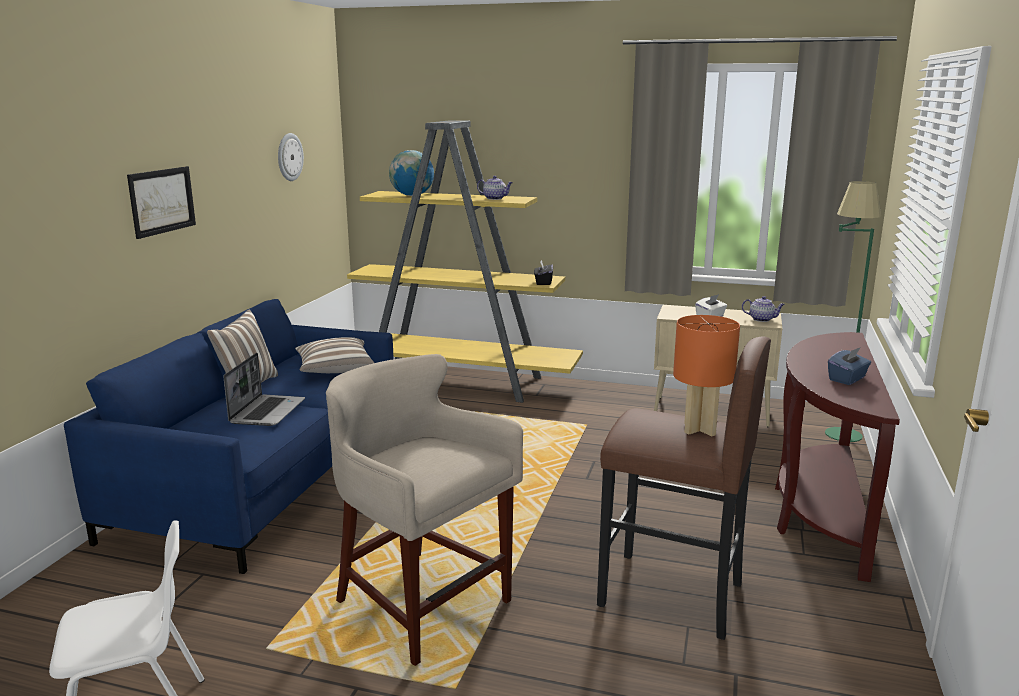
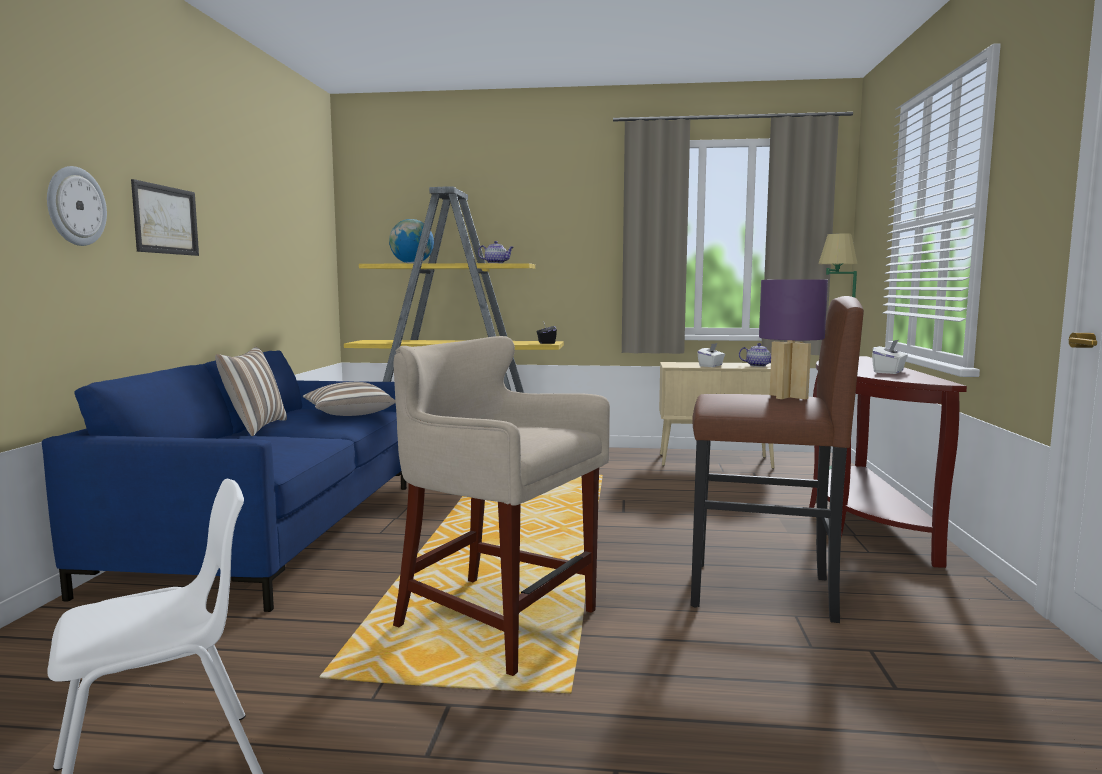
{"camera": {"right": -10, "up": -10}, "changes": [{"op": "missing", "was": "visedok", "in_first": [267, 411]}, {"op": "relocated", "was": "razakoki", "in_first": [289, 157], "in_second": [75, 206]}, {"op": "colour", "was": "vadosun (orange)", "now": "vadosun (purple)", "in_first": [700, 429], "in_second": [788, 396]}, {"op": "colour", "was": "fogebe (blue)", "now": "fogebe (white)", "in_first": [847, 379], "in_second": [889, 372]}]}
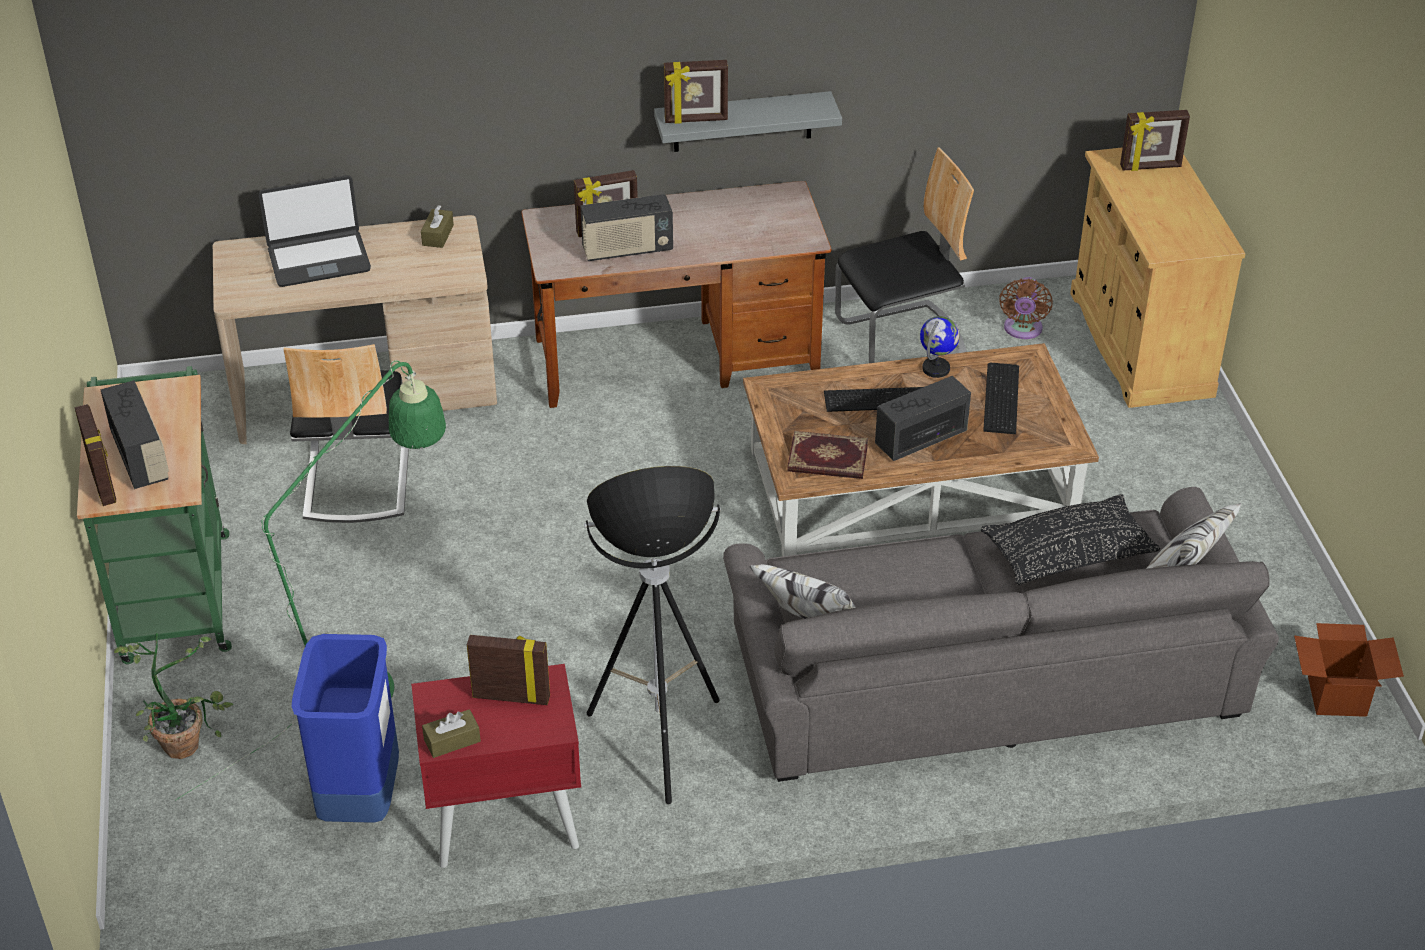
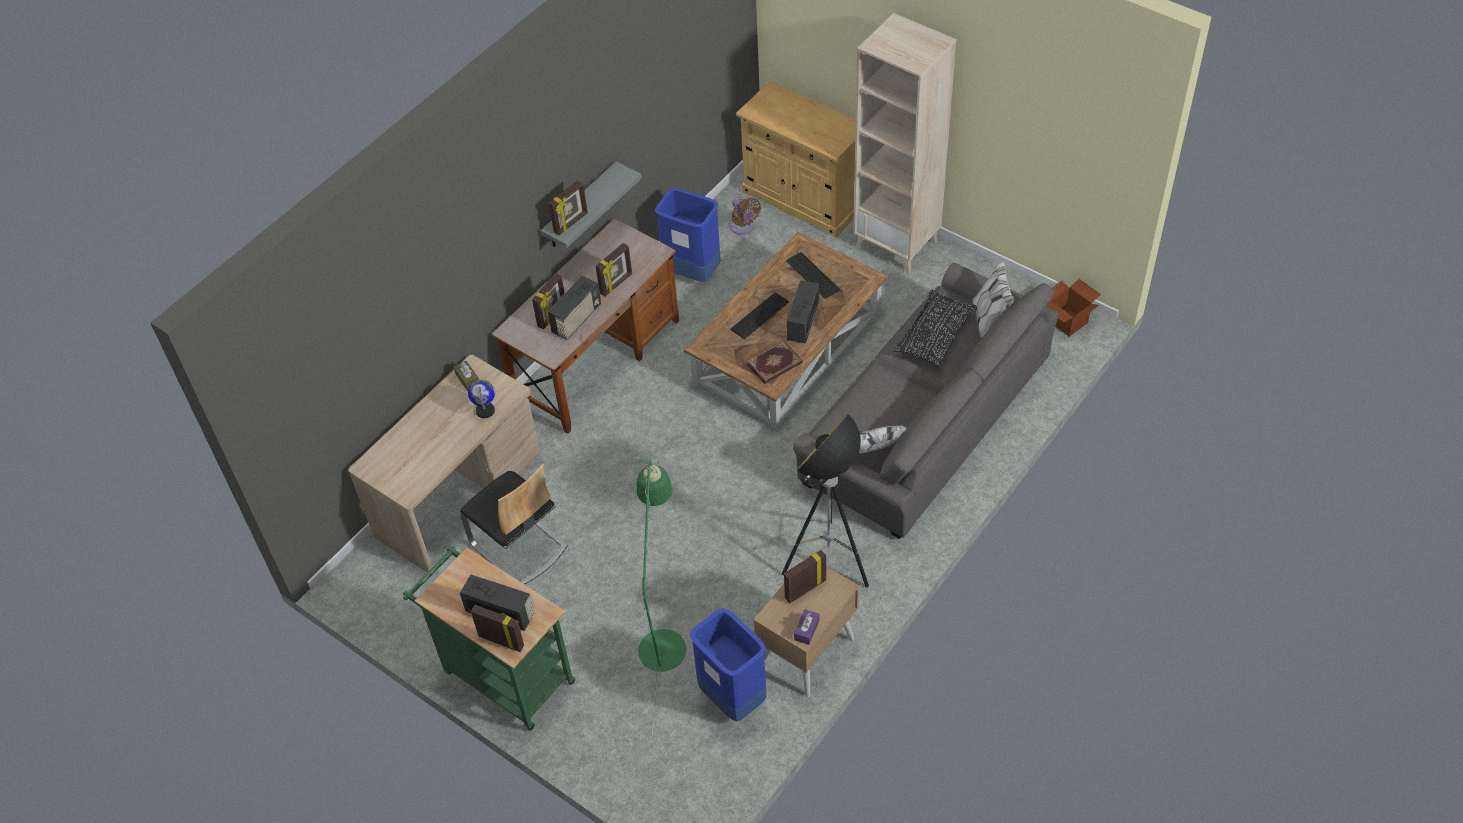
{"camera": {"right": -40, "up": 10}, "changes": [{"op": "missing", "was": "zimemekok", "in_first": [185, 738]}, {"op": "missing", "was": "visedok", "in_first": [319, 259]}, {"op": "appeared", "now": "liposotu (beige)", "in_second": [897, 244]}, {"op": "relocated", "was": "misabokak", "in_first": [936, 369], "in_second": [485, 410]}, {"op": "relocated", "was": "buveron", "in_first": [1150, 167], "in_second": [616, 284]}, {"op": "exchanged", "was": "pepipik", "now": "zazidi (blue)", "in_first": [901, 338], "in_second": [692, 272]}, {"op": "colour", "was": "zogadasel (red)", "now": "zogadasel (beige)", "in_first": [503, 819], "in_second": [806, 653]}, {"op": "colour", "was": "fogebe (brown)", "now": "fogebe (purple)", "in_first": [452, 740], "in_second": [806, 630]}]}
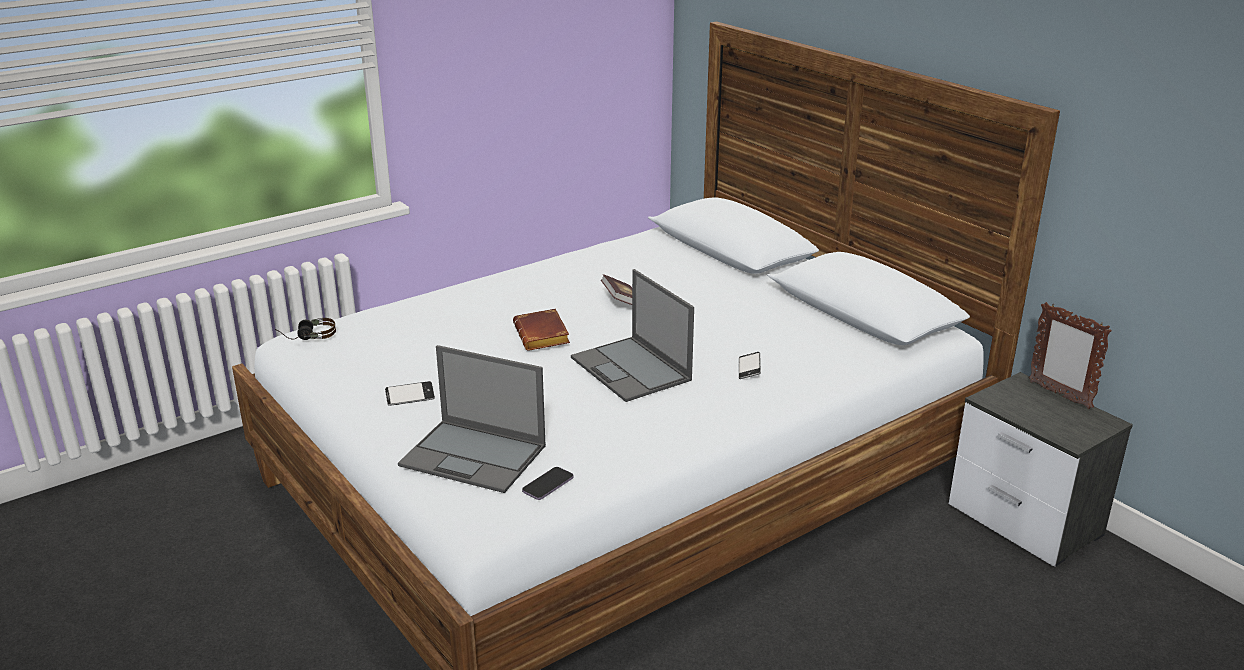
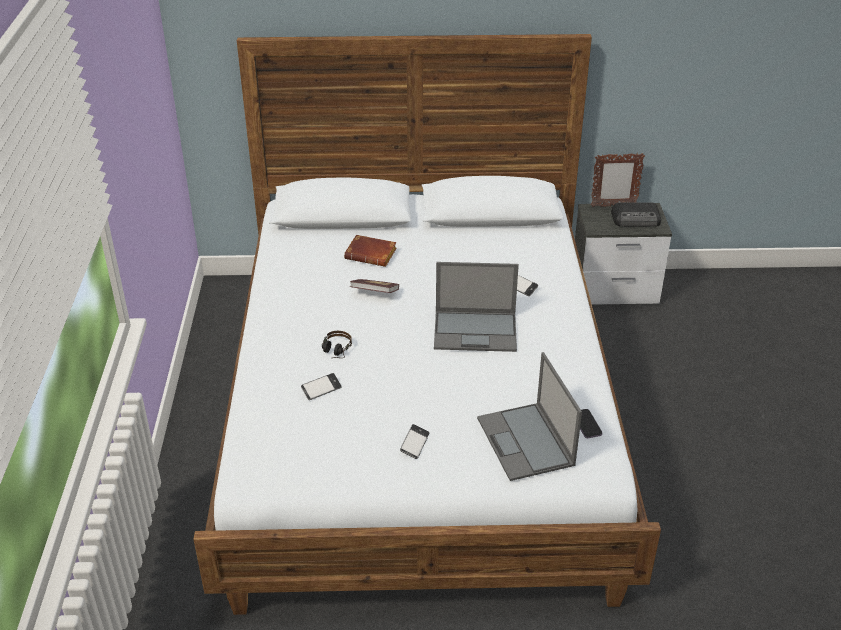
{"camera": {"right": -55, "up": 10}, "changes": [{"op": "appeared", "now": "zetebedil", "in_second": [321, 389]}, {"op": "appeared", "now": "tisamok", "in_second": [636, 219]}, {"op": "relocated", "was": "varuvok", "in_first": [307, 337], "in_second": [335, 352]}, {"op": "relocated", "was": "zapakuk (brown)", "in_first": [543, 336], "in_second": [372, 254]}, {"op": "spun", "was": "visedok", "in_first": [475, 456], "in_second": [526, 442], "clockwise": 105}]}
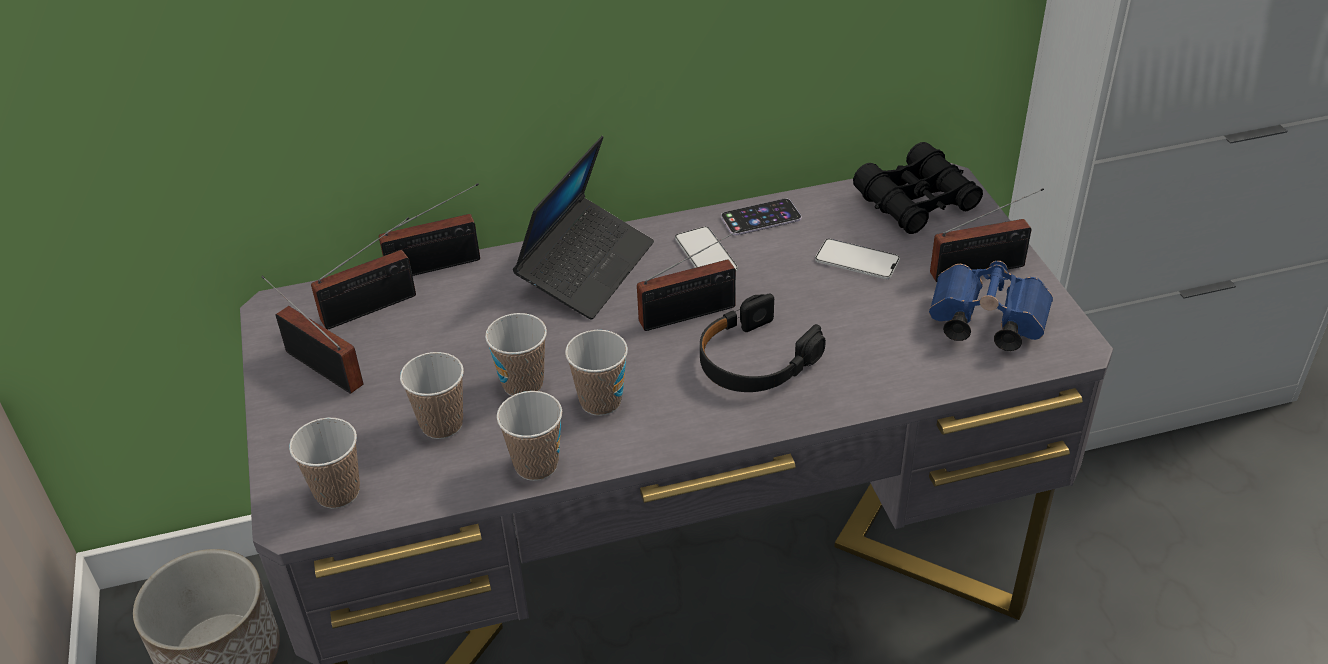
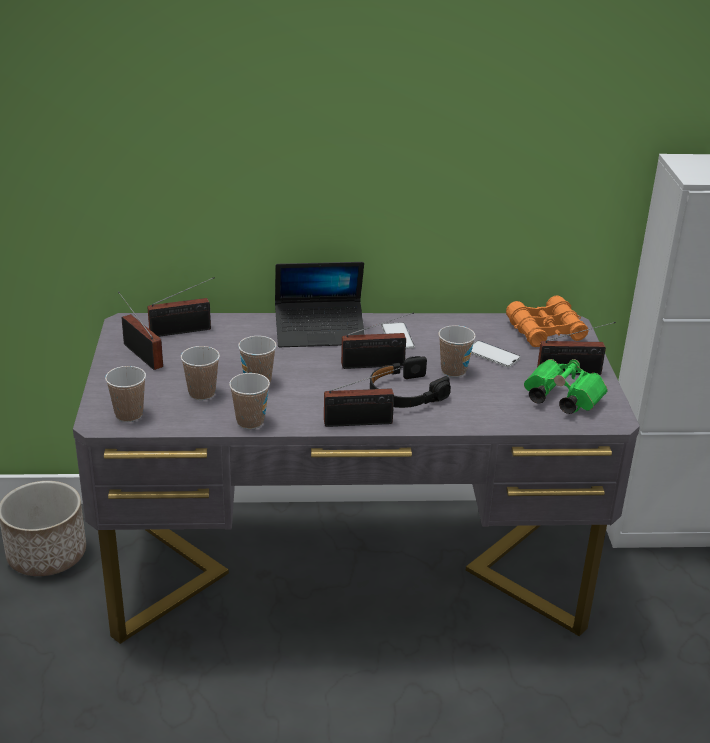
{"camera": {"right": 10, "up": -10}, "changes": [{"op": "missing", "was": "zetebedil", "in_first": [761, 217]}, {"op": "relocated", "was": "tisamok", "in_first": [439, 265], "in_second": [362, 422]}, {"op": "relocated", "was": "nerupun", "in_first": [600, 401], "in_second": [453, 371]}, {"op": "colour", "was": "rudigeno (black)", "now": "rudigeno (orange)", "in_first": [916, 201], "in_second": [545, 331]}, {"op": "colour", "was": "rudigeno (blue)", "now": "rudigeno (green)", "in_first": [983, 323], "in_second": [559, 399]}, {"op": "spun", "was": "visedok", "in_first": [586, 268], "in_second": [320, 332], "clockwise": 45}]}
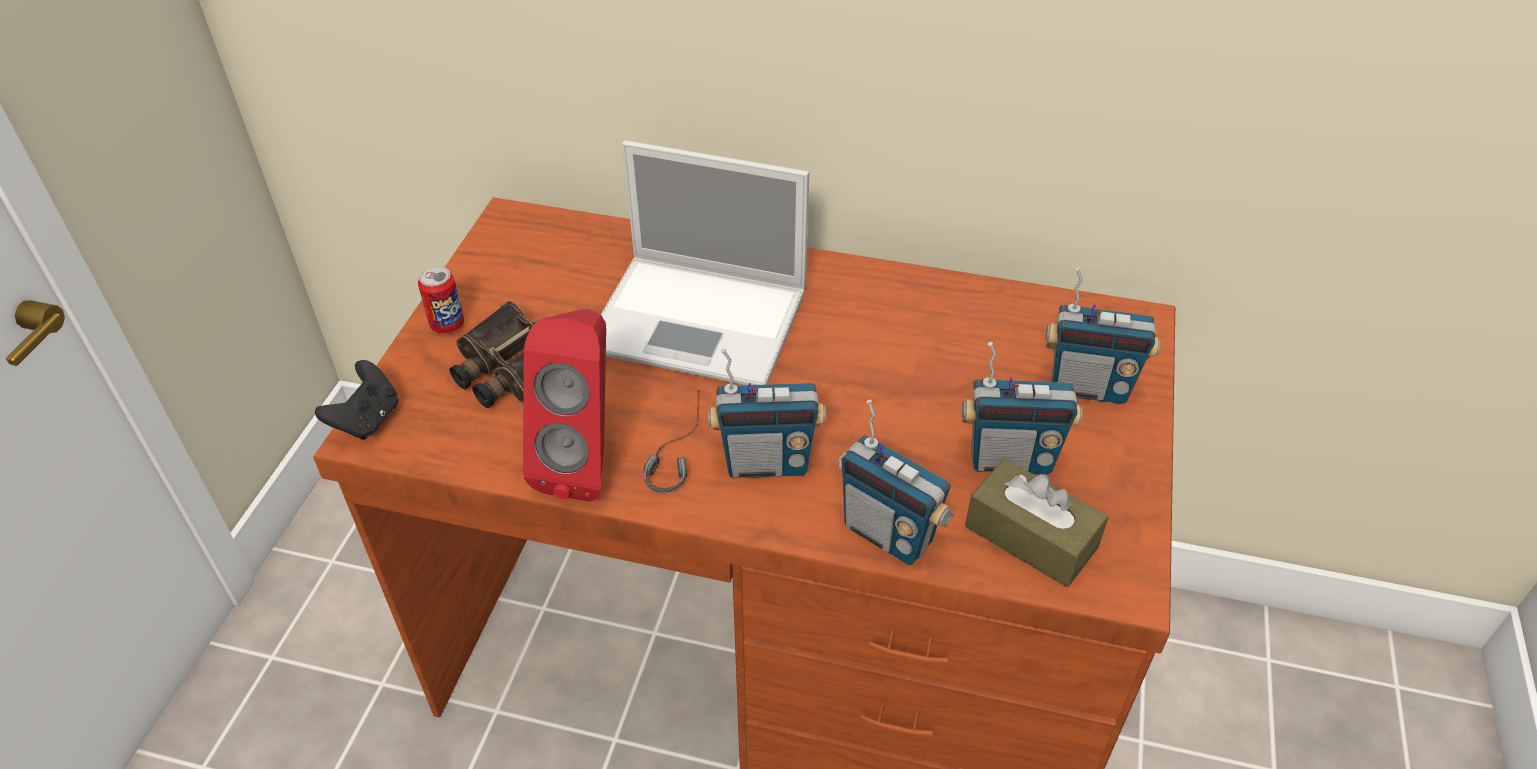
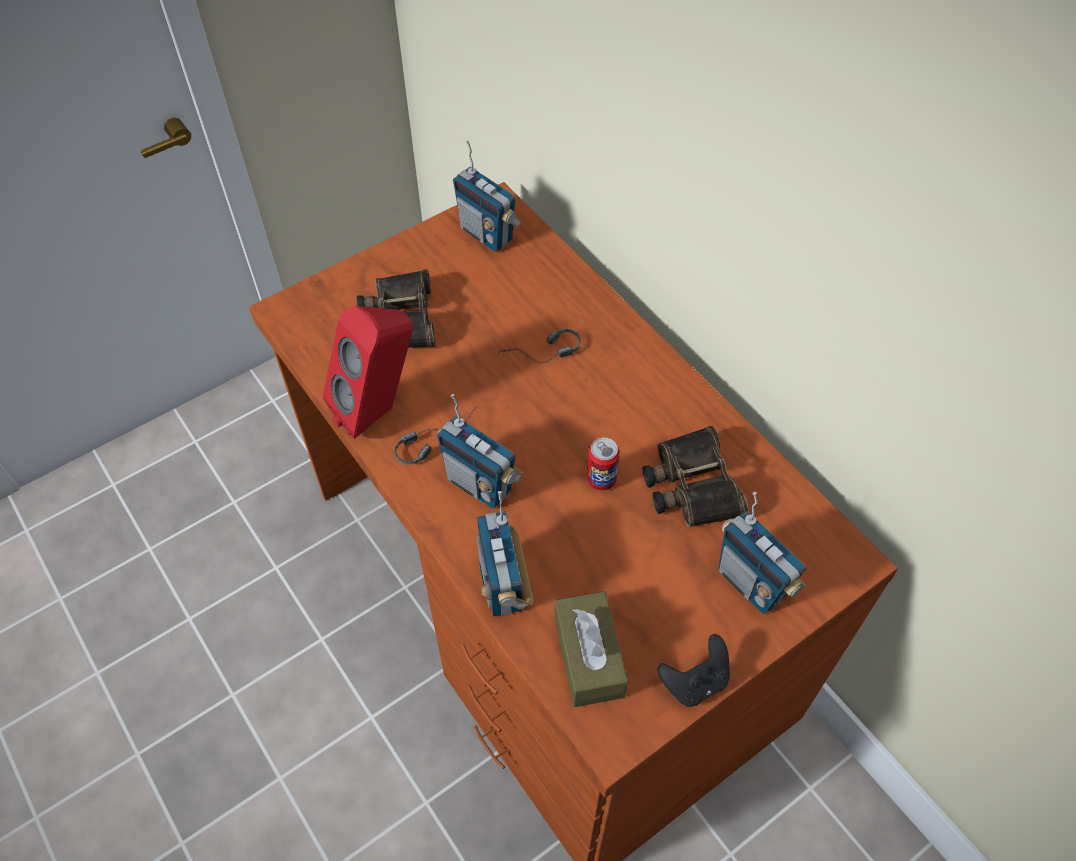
{"camera": {"right": 40, "up": 10}, "changes": [{"op": "appeared", "now": "rudigeno", "in_second": [690, 485]}, {"op": "relocated", "was": "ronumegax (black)", "in_first": [367, 420], "in_second": [694, 681]}, {"op": "relocated", "was": "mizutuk", "in_first": [447, 325], "in_second": [601, 479]}, {"op": "relocated", "was": "tisamok", "in_first": [1010, 459], "in_second": [487, 234]}, {"op": "exchanged", "was": "visedok", "now": "varuvok", "in_first": [702, 321], "in_second": [541, 356]}]}
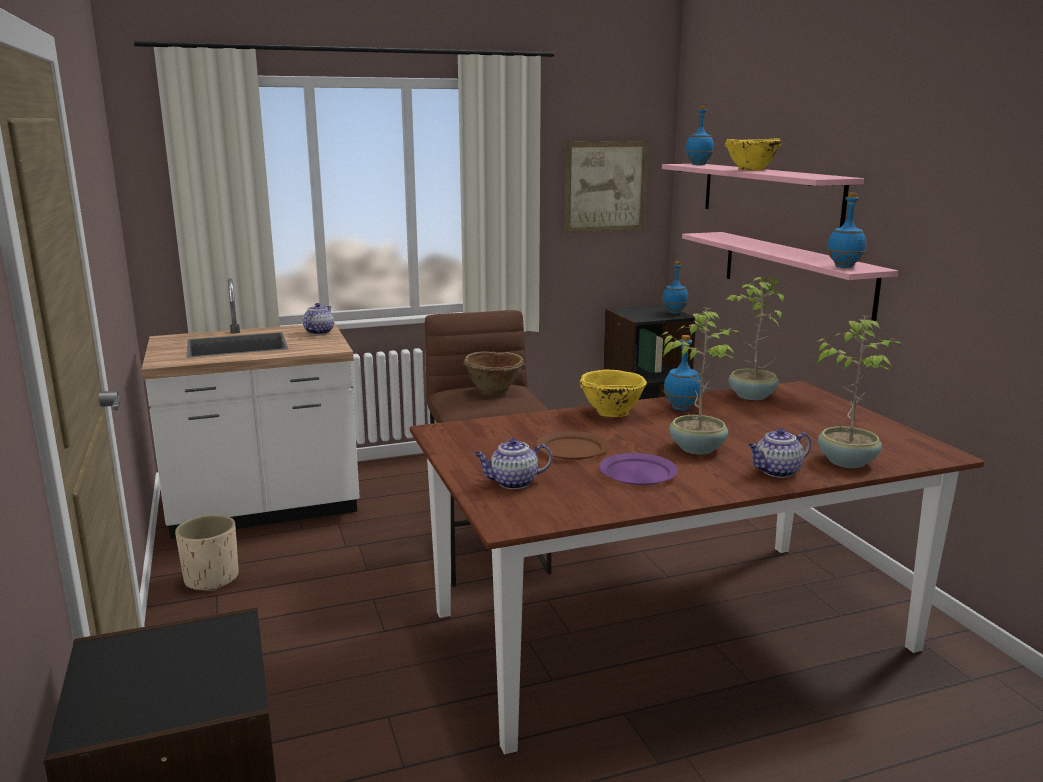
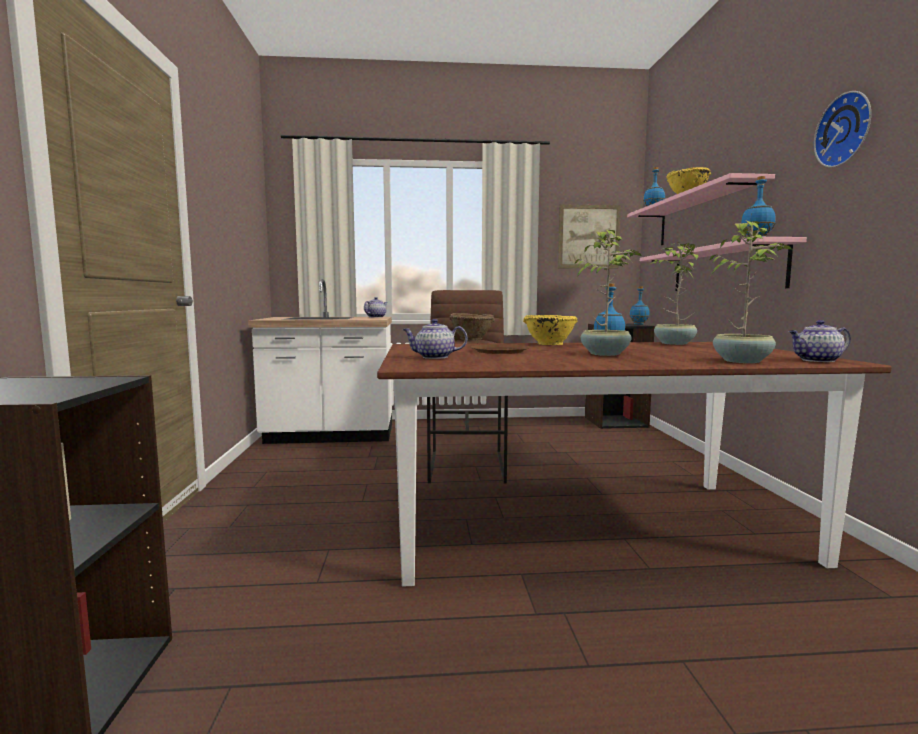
{"camera": {"right": 15, "up": -10}, "changes": [{"op": "missing", "was": "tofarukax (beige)", "in_first": [211, 579]}, {"op": "missing", "was": "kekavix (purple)", "in_first": [637, 473]}, {"op": "appeared", "now": "razakoki", "in_second": [846, 130]}, {"op": "relocated", "was": "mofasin", "in_first": [776, 472], "in_second": [817, 360]}]}
